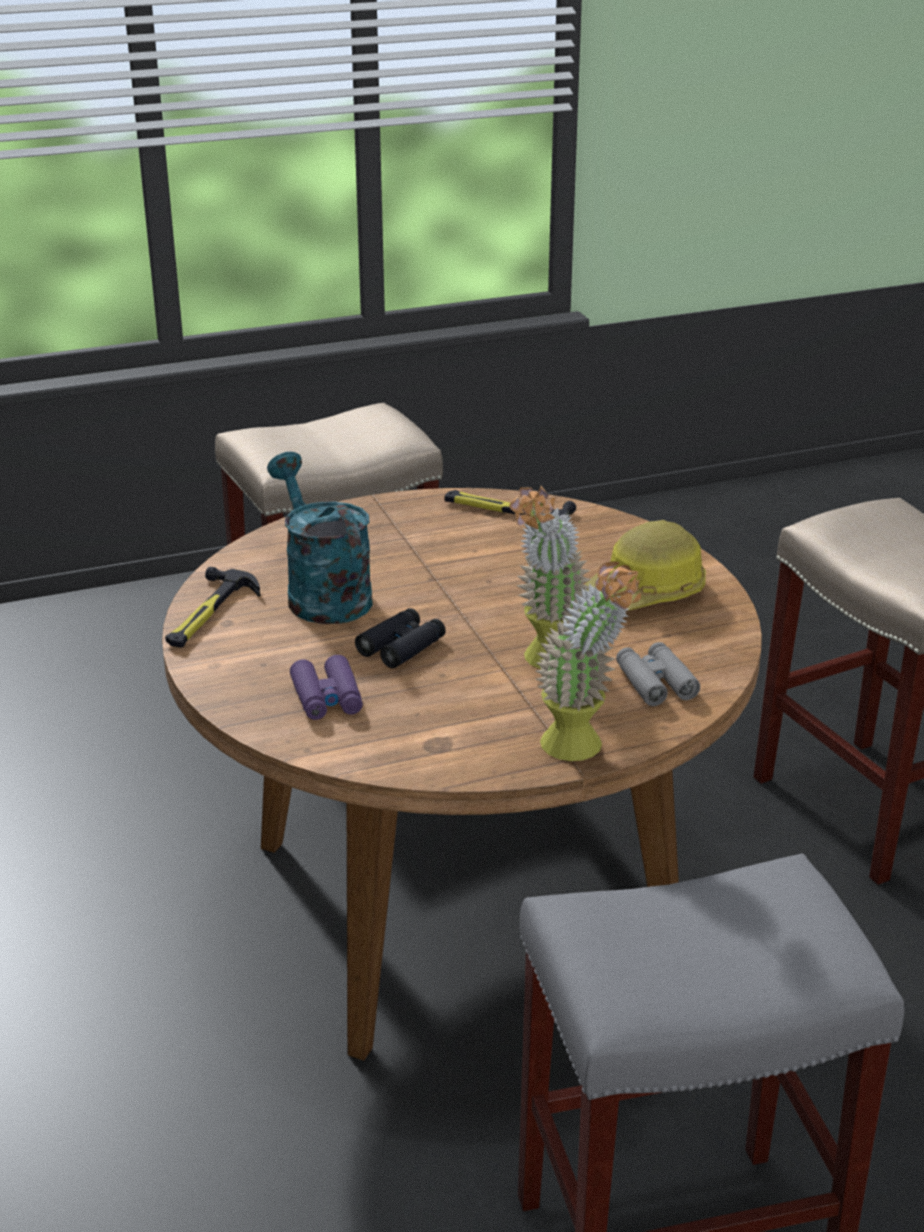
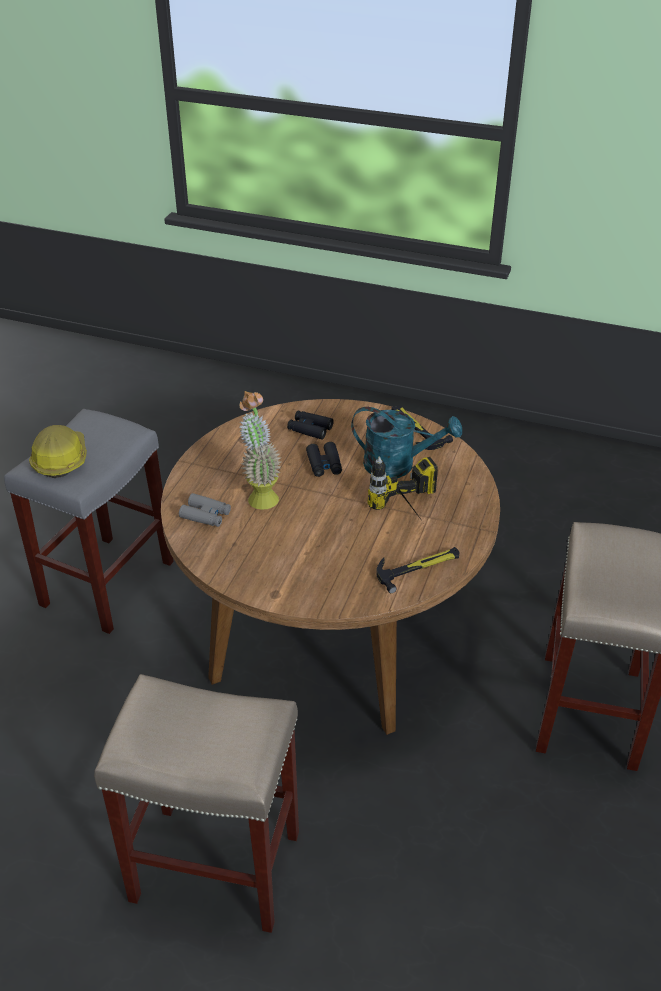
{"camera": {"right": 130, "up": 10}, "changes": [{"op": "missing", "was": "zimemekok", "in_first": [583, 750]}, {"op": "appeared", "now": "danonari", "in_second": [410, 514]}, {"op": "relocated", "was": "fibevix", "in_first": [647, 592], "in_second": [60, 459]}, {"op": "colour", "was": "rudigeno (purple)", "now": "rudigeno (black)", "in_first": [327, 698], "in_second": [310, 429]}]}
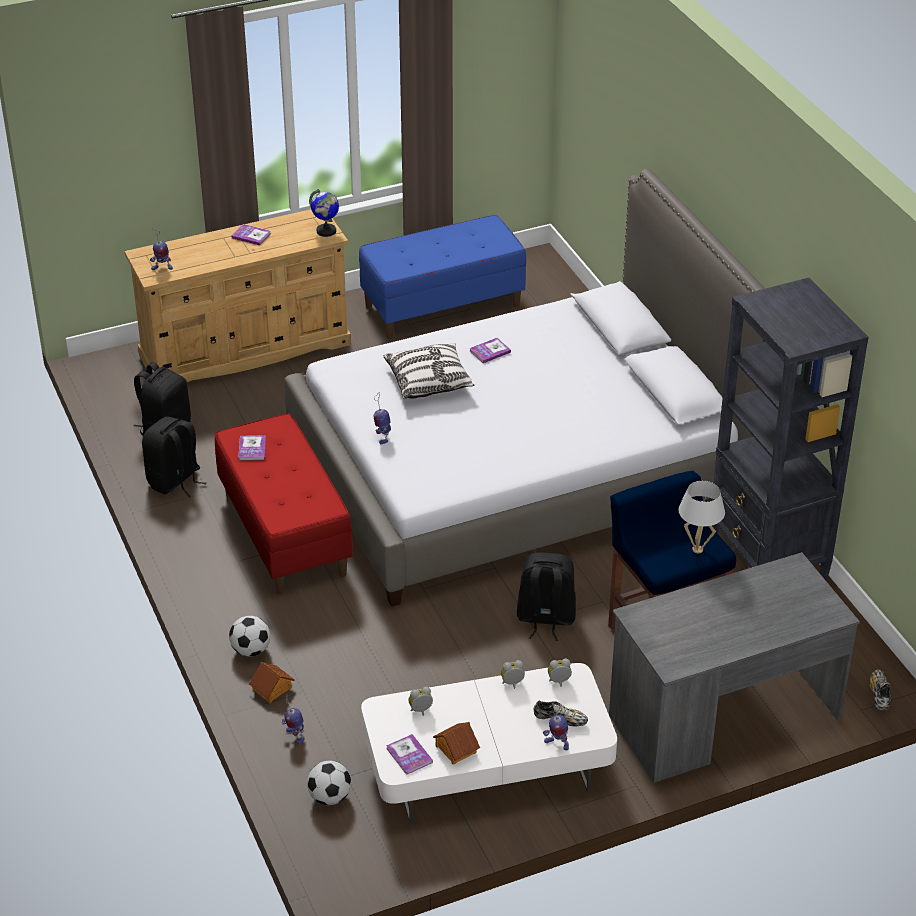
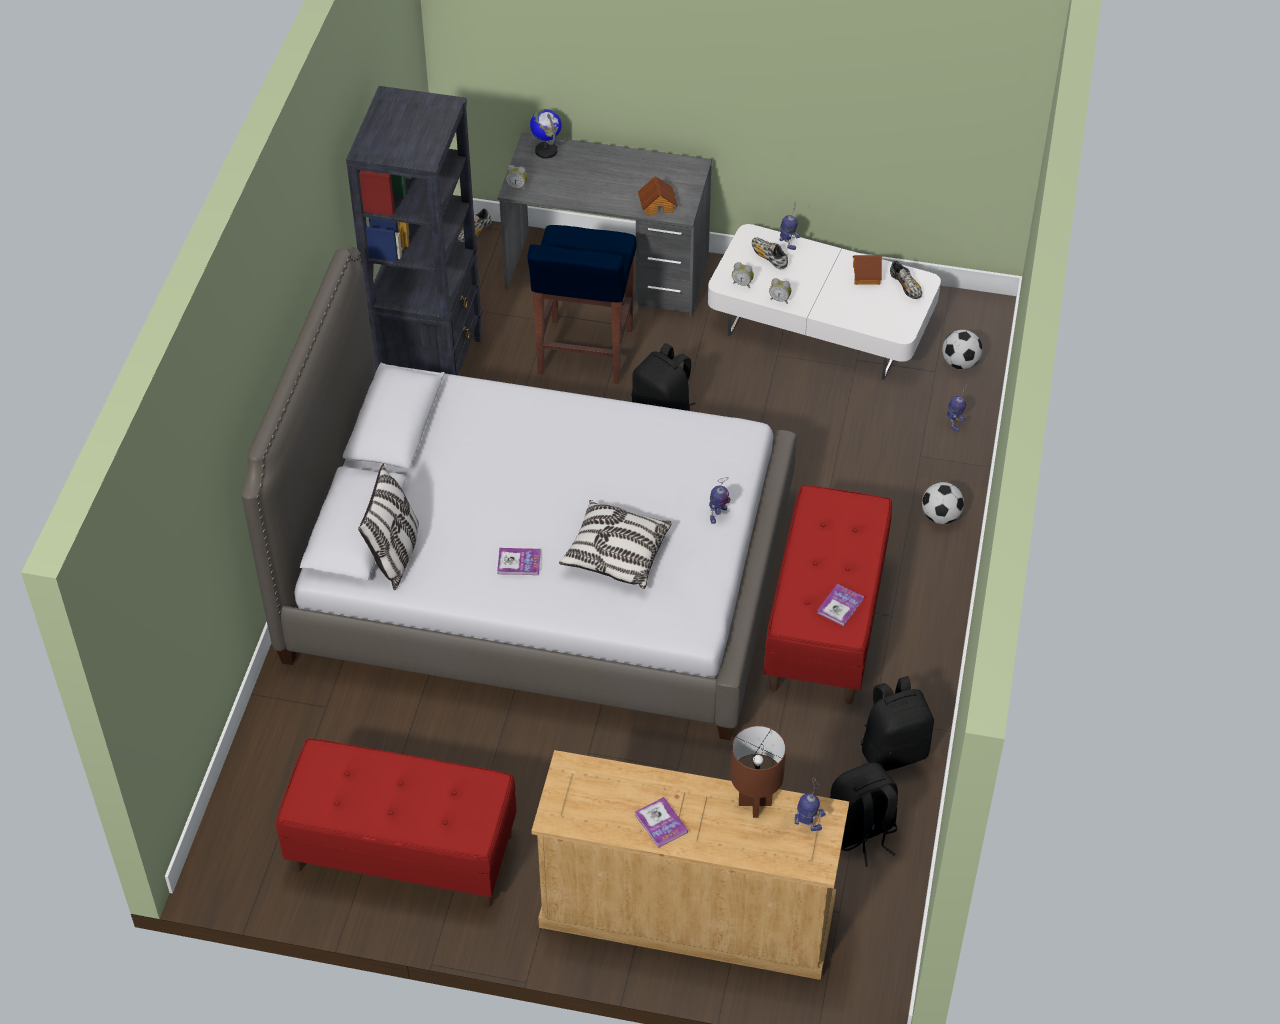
{"camera": {"right": -145, "up": 10}, "changes": [{"op": "missing", "was": "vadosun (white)", "in_first": [698, 549]}, {"op": "appeared", "now": "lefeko", "in_second": [395, 554]}, {"op": "appeared", "now": "vadosun (brown)", "in_second": [754, 803]}, {"op": "relocated", "was": "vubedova", "in_first": [272, 689], "in_second": [657, 205]}, {"op": "relocated", "was": "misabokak", "in_first": [326, 231], "in_second": [546, 151]}, {"op": "relocated", "was": "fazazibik", "in_first": [421, 711], "in_second": [517, 186]}, {"op": "exchanged", "was": "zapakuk", "now": "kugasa", "in_first": [409, 755], "in_second": [905, 287]}, {"op": "colour", "was": "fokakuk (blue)", "now": "fokakuk (red)", "in_first": [442, 306], "in_second": [402, 853]}]}
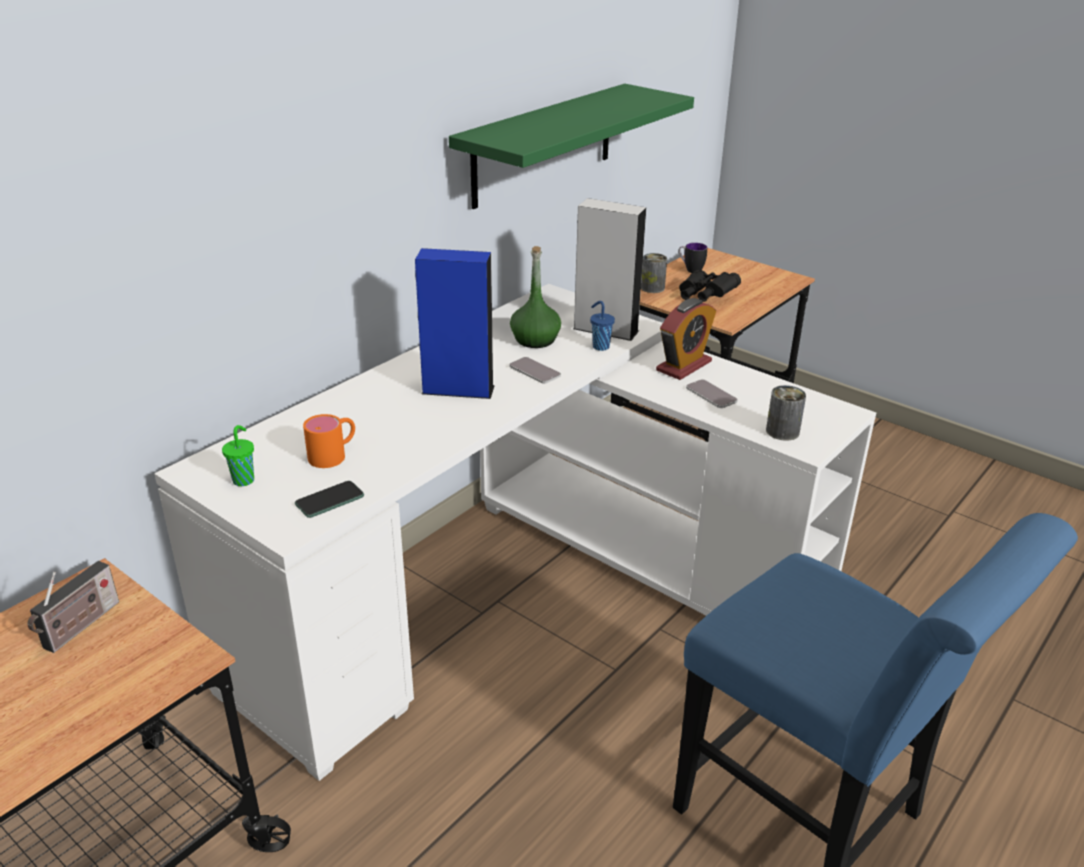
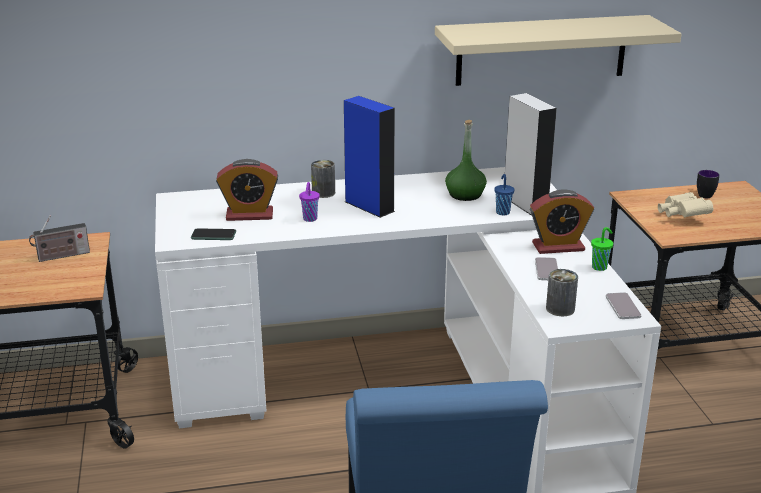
{"camera": {"right": 40, "up": -5}, "changes": [{"op": "appeared", "now": "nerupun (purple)", "in_second": [310, 219]}, {"op": "relocated", "was": "nerupun (green)", "in_first": [244, 480], "in_second": [600, 267]}, {"op": "relocated", "was": "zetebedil", "in_first": [534, 371], "in_second": [623, 307]}, {"op": "relocated", "was": "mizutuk", "in_first": [652, 288], "in_second": [323, 193]}, {"op": "exchanged", "was": "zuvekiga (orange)", "now": "fazazibik", "in_first": [334, 454], "in_second": [249, 215]}, {"op": "colour", "was": "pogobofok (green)", "now": "pogobofok (beige)", "in_first": [543, 145], "in_second": [541, 50]}, {"op": "colour", "was": "rudigeno (black)", "now": "rudigeno (beige)", "in_first": [704, 296], "in_second": [682, 215]}]}
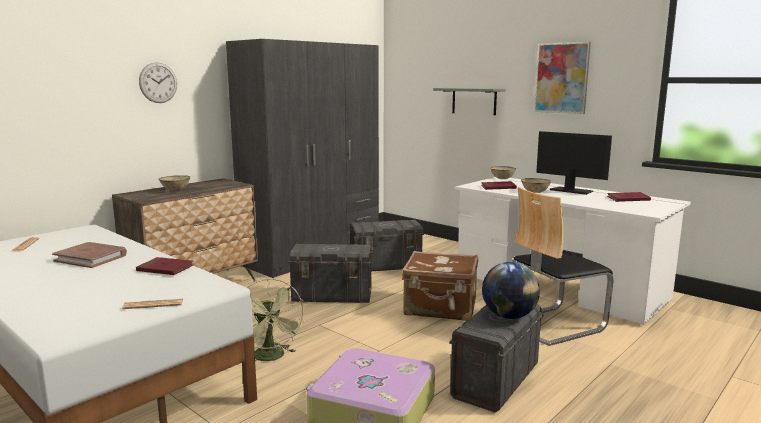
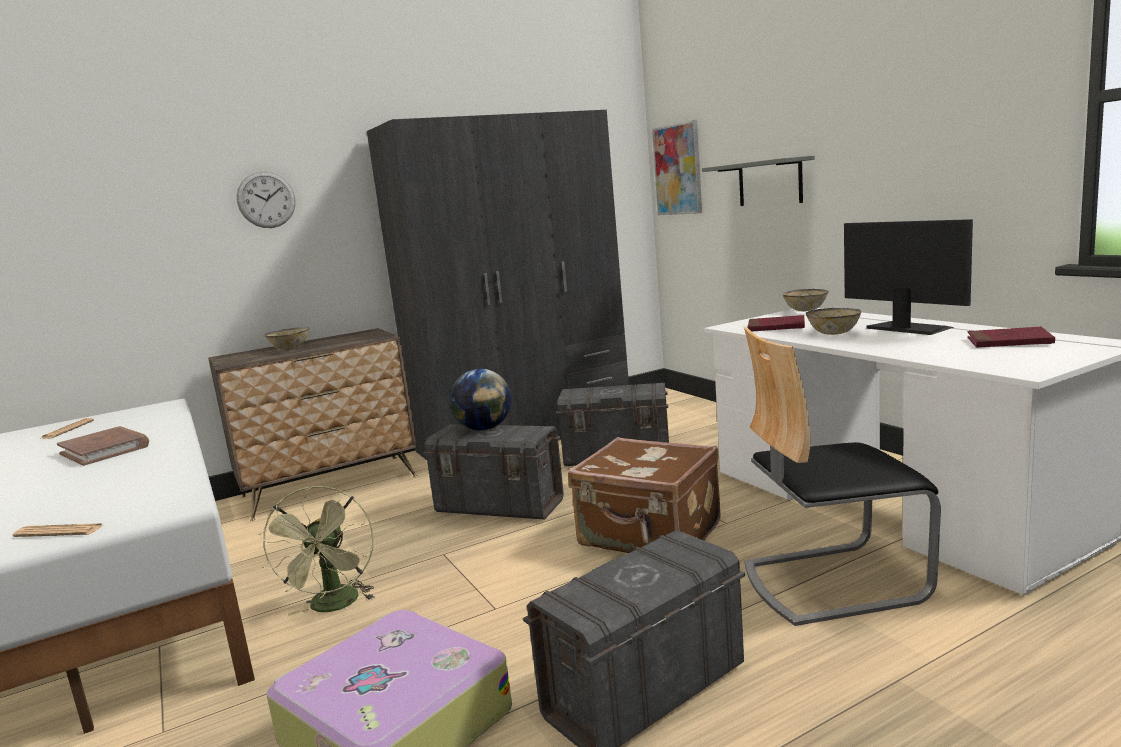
{"camera": {"right": 20, "up": 0}, "changes": [{"op": "missing", "was": "zapakuk (red)", "in_first": [165, 269]}, {"op": "relocated", "was": "misabokak", "in_first": [509, 316], "in_second": [484, 428]}, {"op": "relocated", "was": "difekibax", "in_first": [561, 78], "in_second": [678, 169]}]}
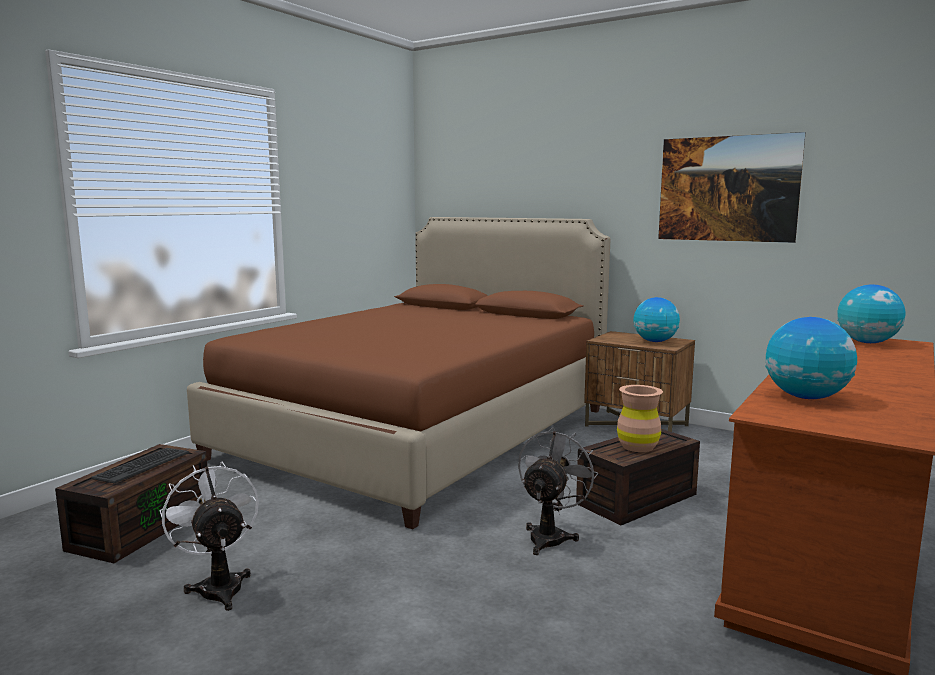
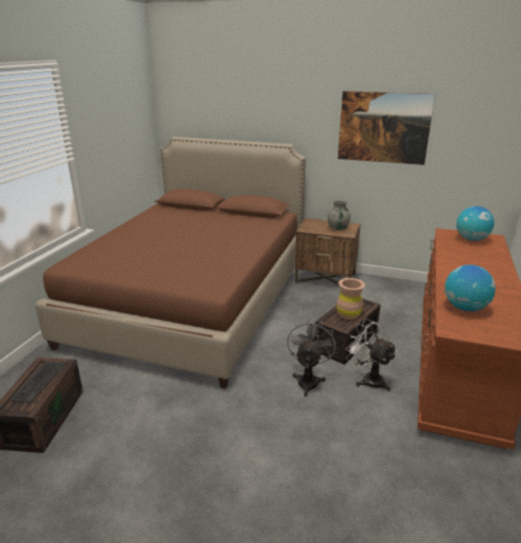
{"camera": {"right": -15, "up": 15}, "changes": [{"op": "relocated", "was": "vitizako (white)", "in_first": [219, 586], "in_second": [368, 379]}, {"op": "exchanged", "was": "misabokak", "now": "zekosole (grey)", "in_first": [655, 341], "in_second": [338, 228]}]}
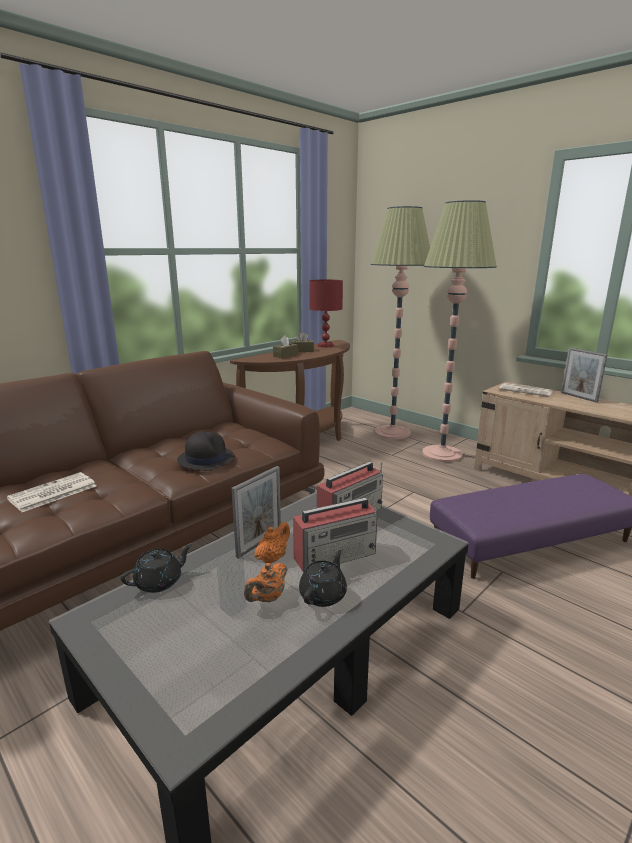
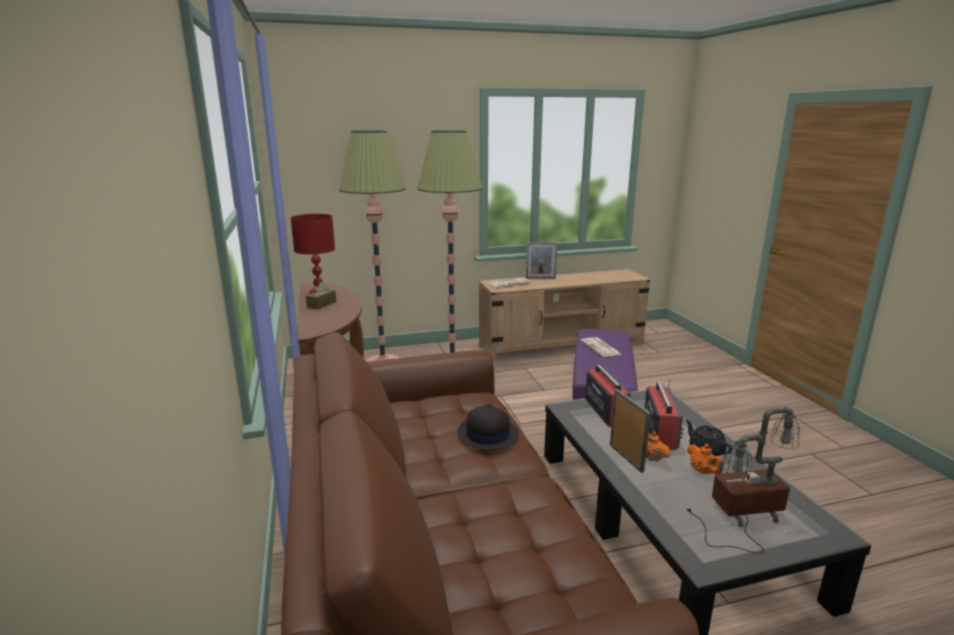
{"camera": {"right": -60, "up": 0}, "changes": [{"op": "missing", "was": "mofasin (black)", "in_first": [159, 582]}, {"op": "missing", "was": "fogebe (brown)", "in_first": [285, 355]}, {"op": "appeared", "now": "vadosun", "in_second": [741, 516]}, {"op": "relocated", "was": "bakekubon", "in_first": [52, 493], "in_second": [601, 348]}]}
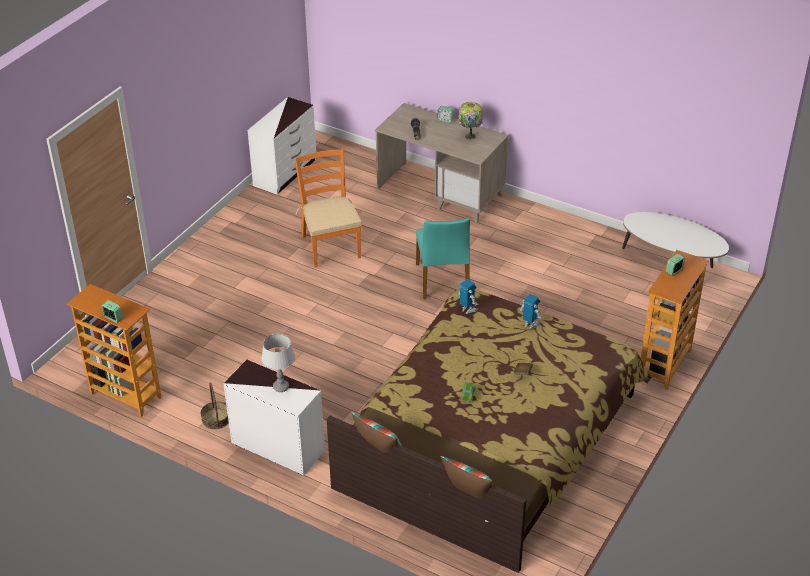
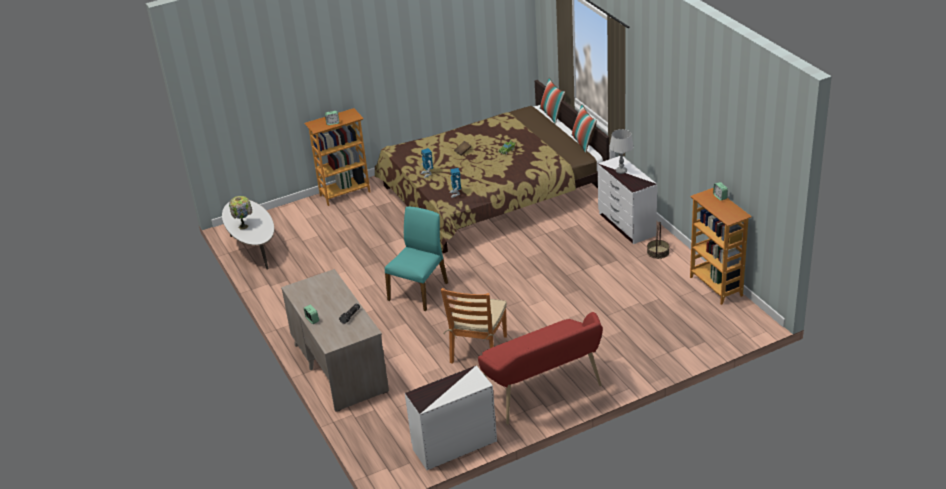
{"camera": {"right": -145, "up": -5}, "changes": [{"op": "appeared", "now": "fokakuk (red)", "in_second": [544, 393]}, {"op": "relocated", "was": "vadosun", "in_first": [469, 137], "in_second": [244, 226]}]}
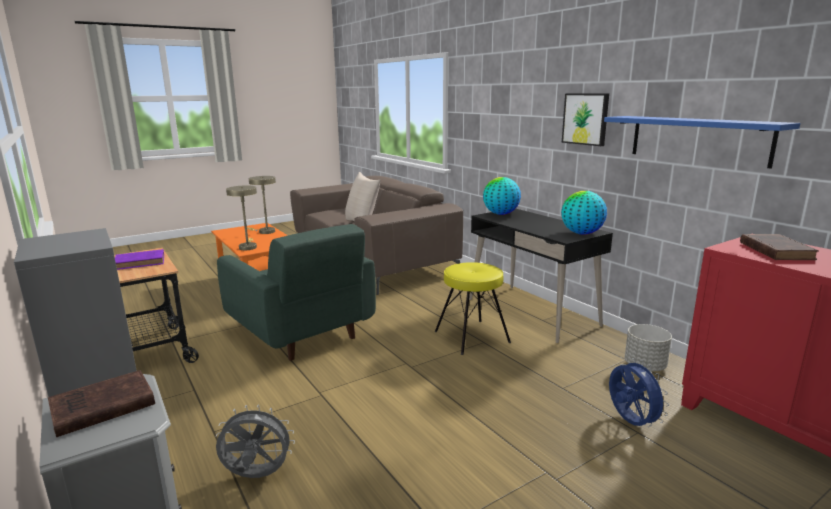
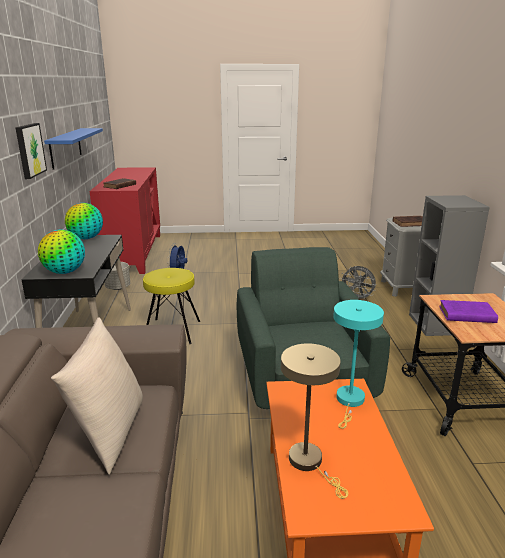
{"camera": {"right": -150, "up": 5}, "changes": [{"op": "colour", "was": "vadosun (beige)", "now": "vadosun (turquoise)", "in_first": [248, 247], "in_second": [350, 401]}]}
